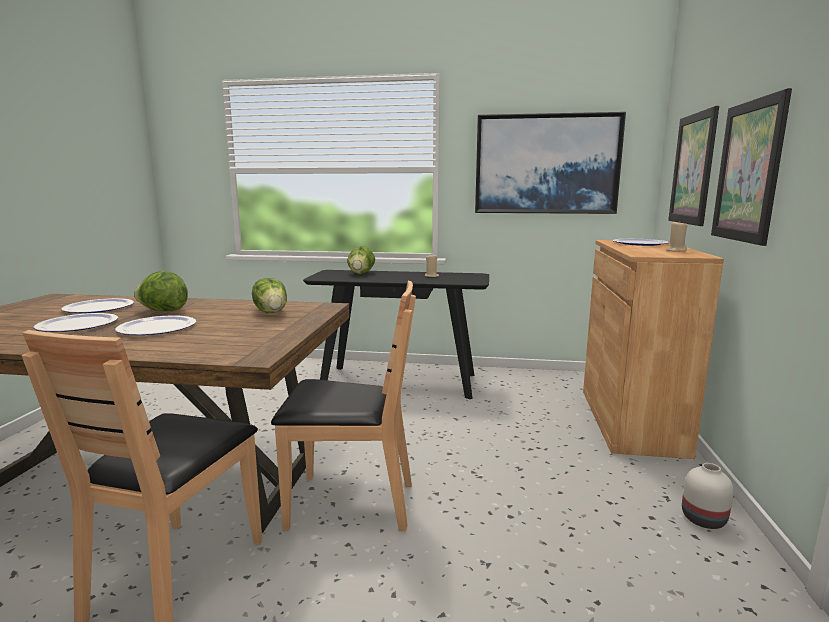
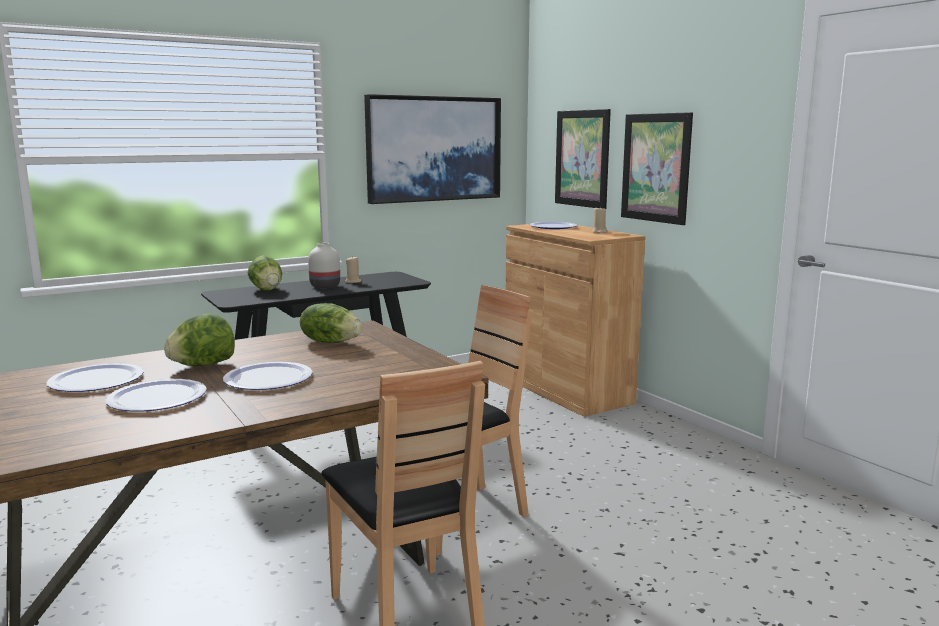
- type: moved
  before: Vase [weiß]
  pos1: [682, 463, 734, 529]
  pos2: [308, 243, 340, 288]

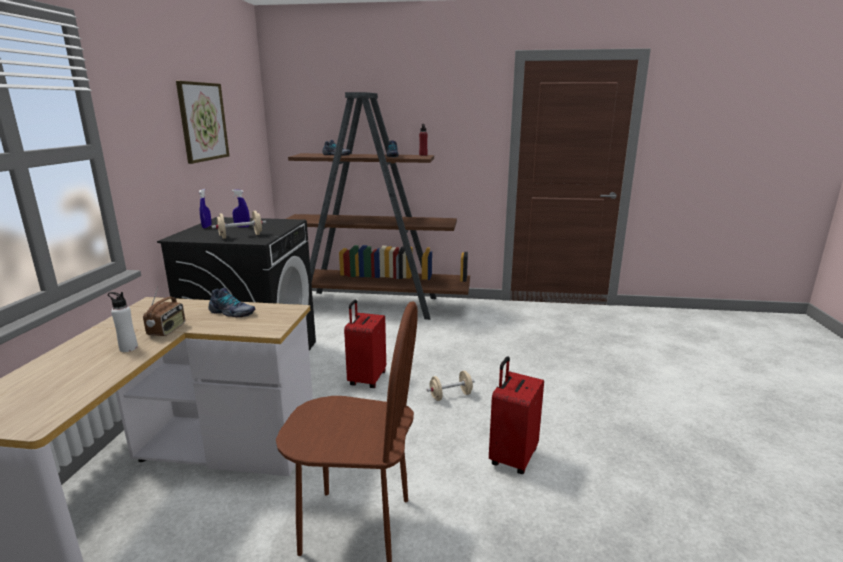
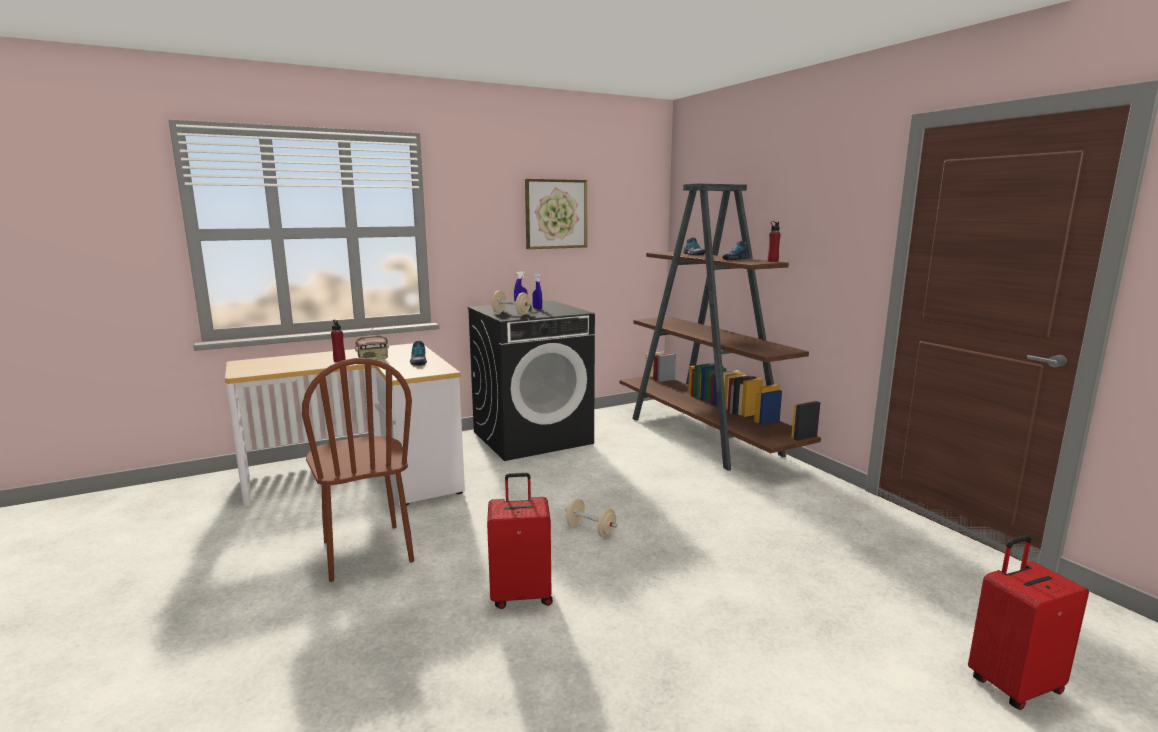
- type: recoloured
  before: Flasche [weiß]
  after: Flasche [rot]
  pos1: [108, 292, 138, 352]
  pos2: [331, 319, 346, 362]
- type: moved
  before: Koffer [rot]
  pos1: [344, 299, 386, 388]
  pos2: [968, 535, 1089, 710]

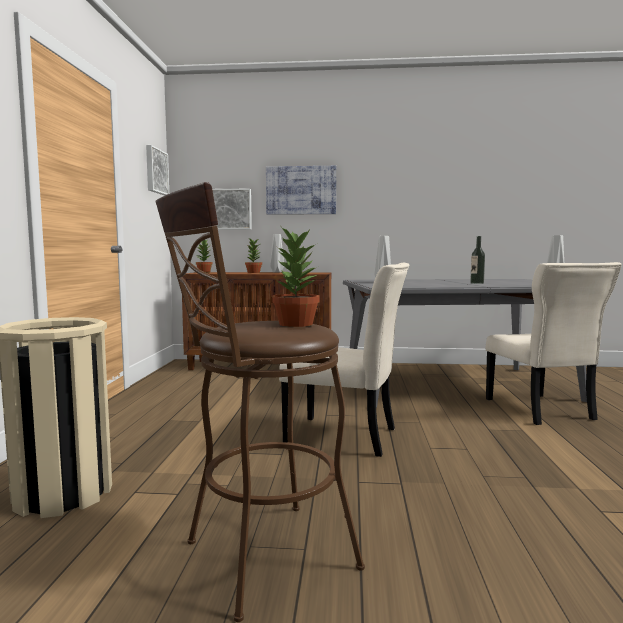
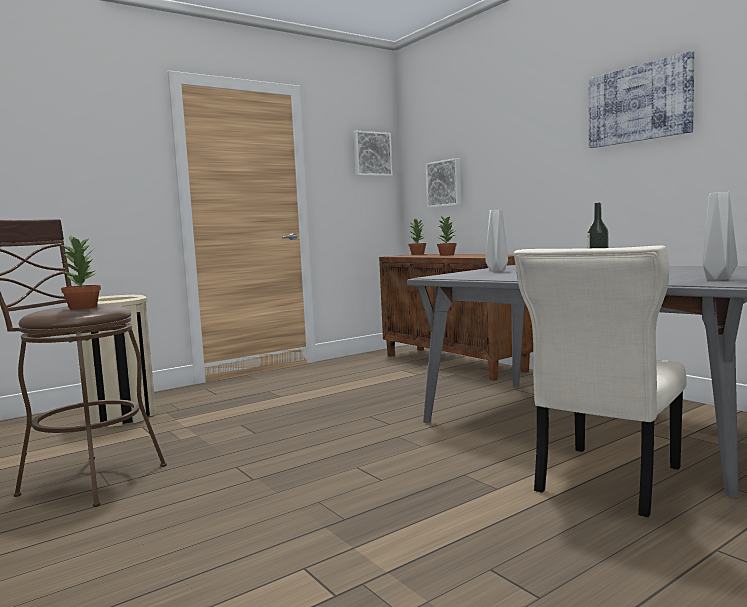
- type: moved
  before: Bild
  pos1: [266, 166, 336, 215]
  pos2: [589, 51, 694, 148]
- type: removed
  before: Vase [grau]
  pos1: [270, 234, 284, 273]
- type: removed
  before: Stuhl [beige]
  pos1: [279, 263, 409, 457]

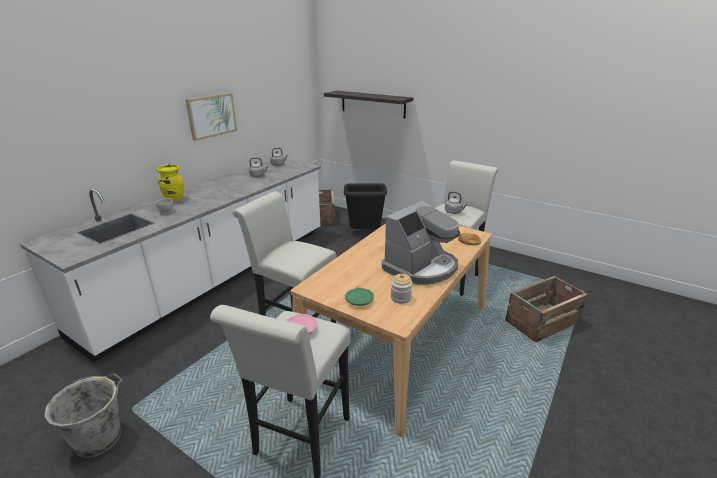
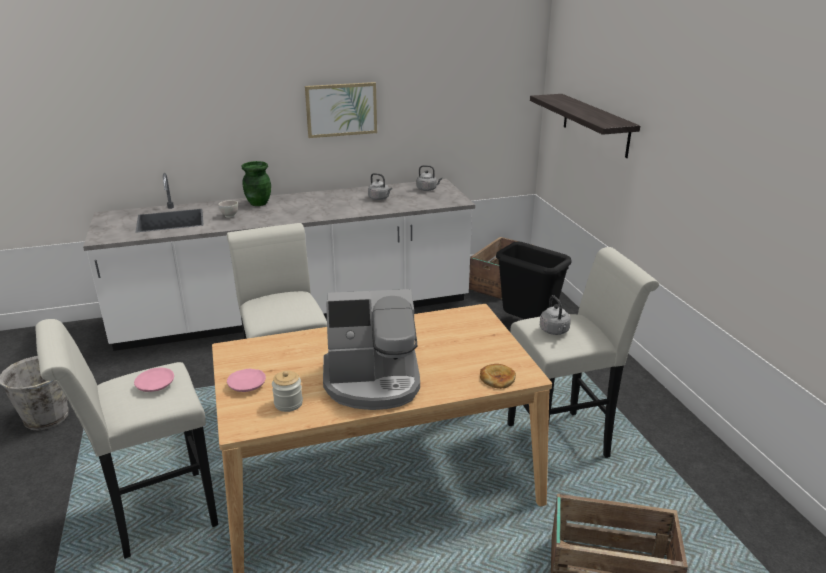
- type: recoloured
  before: Vase [gelb]
  after: Vase [grün]
  pos1: [156, 164, 184, 201]
  pos2: [242, 161, 271, 206]
- type: recoloured
  before: Teller [grün]
  after: Teller [rosa]
  pos1: [345, 288, 374, 306]
  pos2: [227, 369, 266, 392]

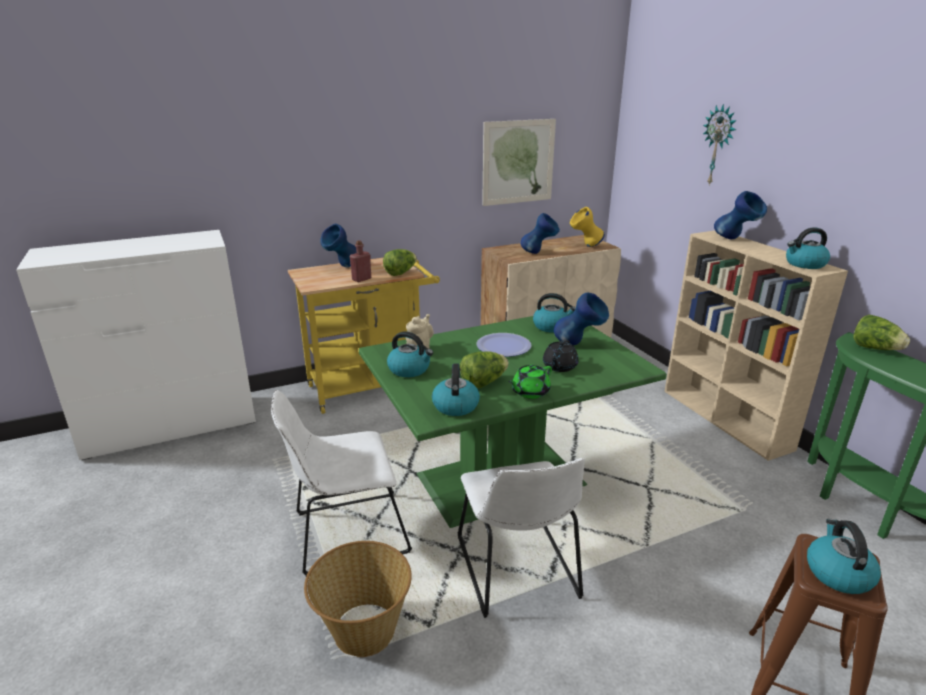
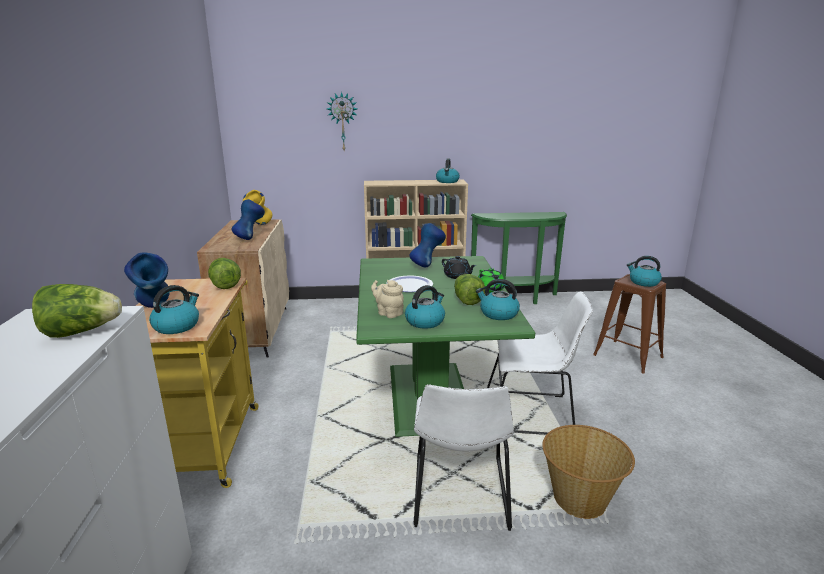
- type: removed
  before: Flasche [rot]
  pos1: [350, 240, 371, 282]
- type: removed
  before: Bild
  pos1: [482, 119, 556, 206]
- type: moved
  before: Wasserkessel
  pos1: [533, 293, 576, 333]
  pos2: [149, 285, 199, 334]
- type: removed
  before: Vase [blau]
  pos1: [714, 191, 767, 239]
- type: moved
  before: Salatkopf
  pos1: [854, 315, 910, 350]
  pos2: [32, 284, 122, 338]

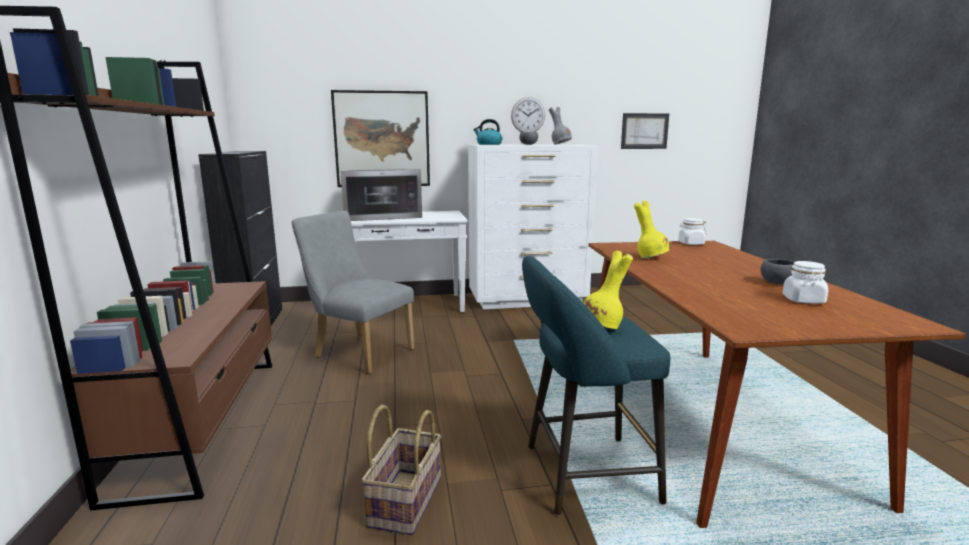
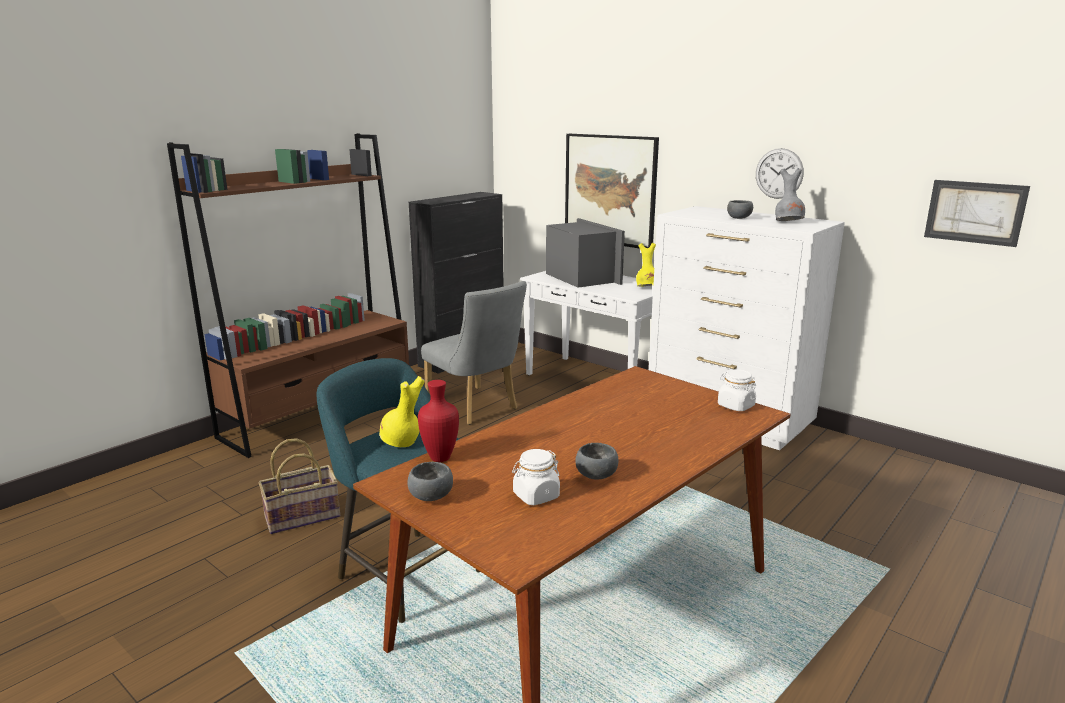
- type: turned
  before: Stuhl [grau]
  pos1: [291, 211, 414, 374]
  pos2: [421, 281, 527, 425]
  turn: 150
- type: turned
  before: Mikrowelle
  pos1: [340, 169, 422, 221]
  pos2: [546, 218, 625, 288]
  turn: -150
- type: removed
  before: Wasserkessel
  pos1: [474, 119, 503, 145]
- type: moved
  before: Vase [gelb]
  pos1: [634, 201, 669, 259]
  pos2: [636, 243, 656, 286]
- type: added
  after: Schüssel [grau]
  pos2: [408, 462, 453, 501]
- type: added
  after: Vase [rot]
  pos2: [418, 380, 459, 462]

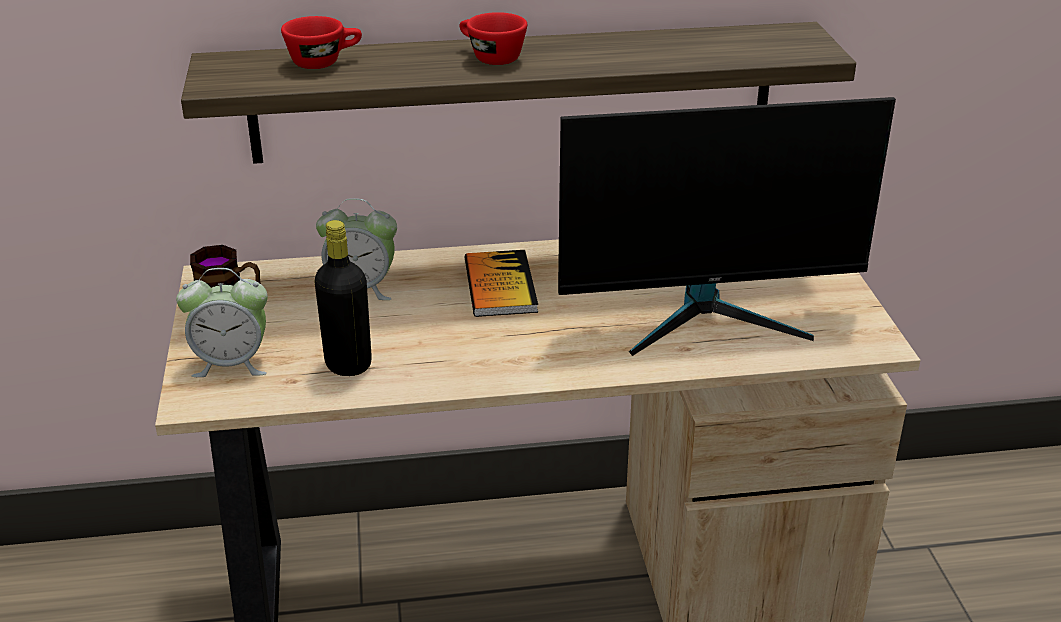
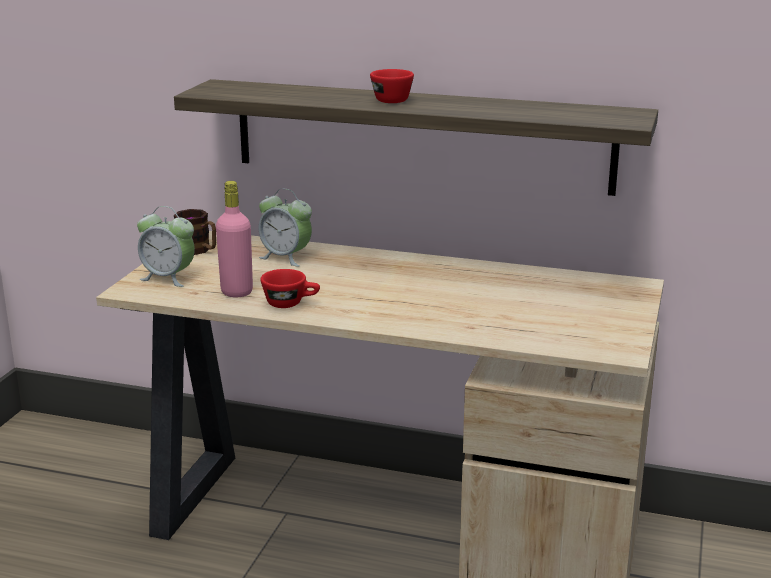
- type: moved
  before: Tasse [rot]
  pos1: [281, 16, 362, 69]
  pos2: [260, 269, 320, 308]
- type: recoloured
  before: Flasche [schwarz]
  after: Flasche [rosa]
  pos1: [314, 220, 372, 376]
  pos2: [216, 181, 253, 297]
- type: removed
  before: Buch
  pos1: [465, 250, 538, 317]
- type: removed
  before: Monitor
  pos1: [558, 97, 896, 356]

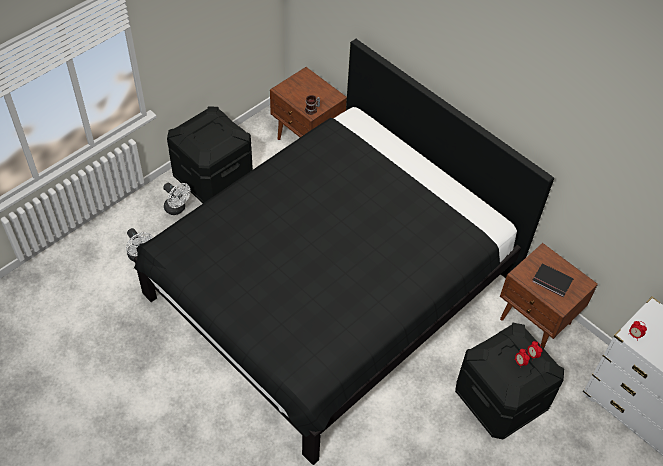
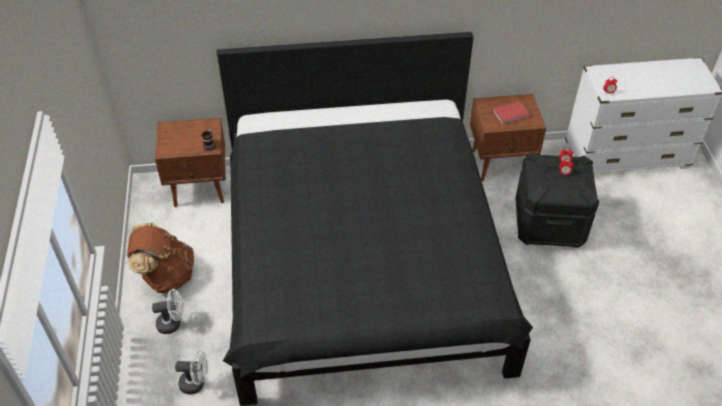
- type: replaced
  before: Aufbewahrungsbox [schwarz]
  after: Rucksack [braun]
  pos1: [167, 106, 253, 203]
  pos2: [127, 222, 194, 293]
- type: recoloured
  before: Buch [schwarz]
  after: Buch [rot]
  pos1: [532, 263, 574, 297]
  pos2: [492, 102, 530, 124]

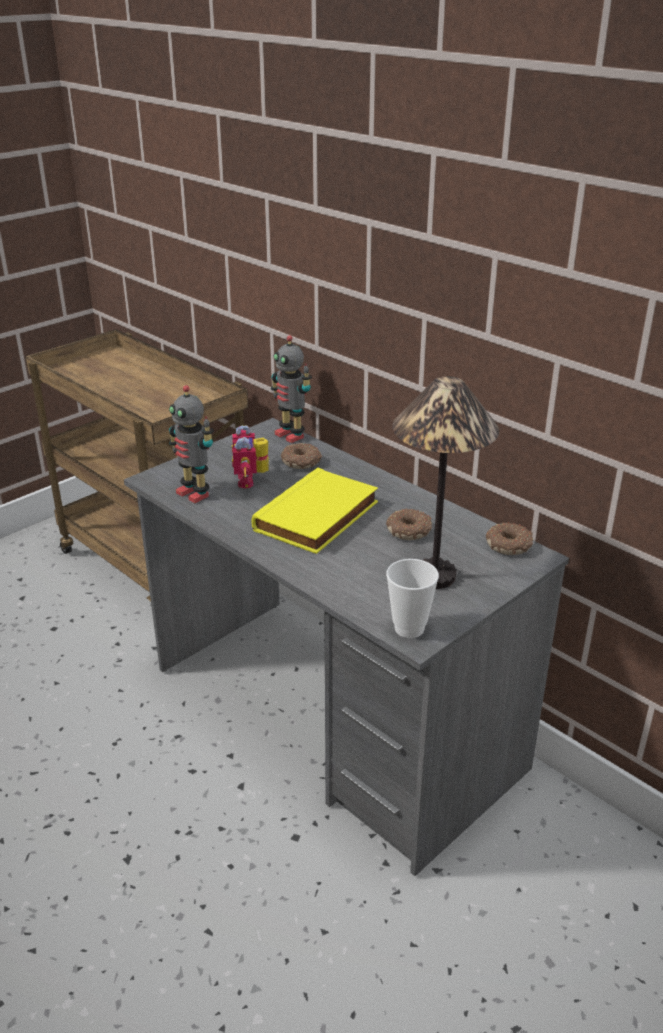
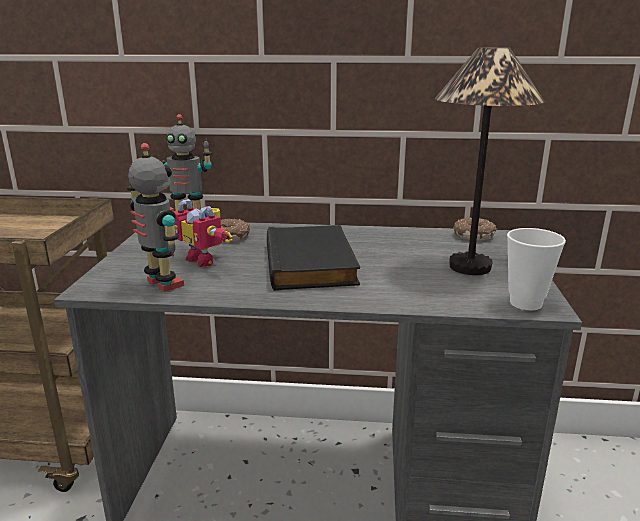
- type: turned
  before: Spielzeugroboter
  pos1: [169, 385, 214, 503]
  pos2: [127, 143, 184, 292]
  turn: -135
- type: recoloured
  before: Buch [gelb]
  after: Buch [schwarz]
  pos1: [251, 468, 378, 554]
  pos2: [267, 225, 360, 291]
- type: removed
  before: Donut
  pos1: [386, 509, 432, 540]

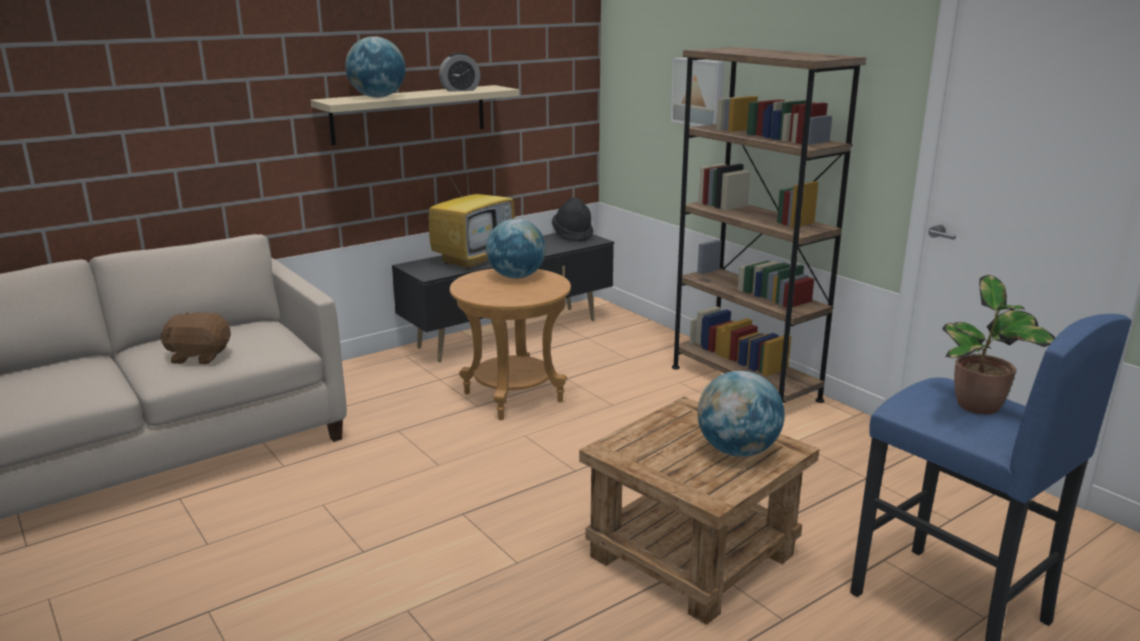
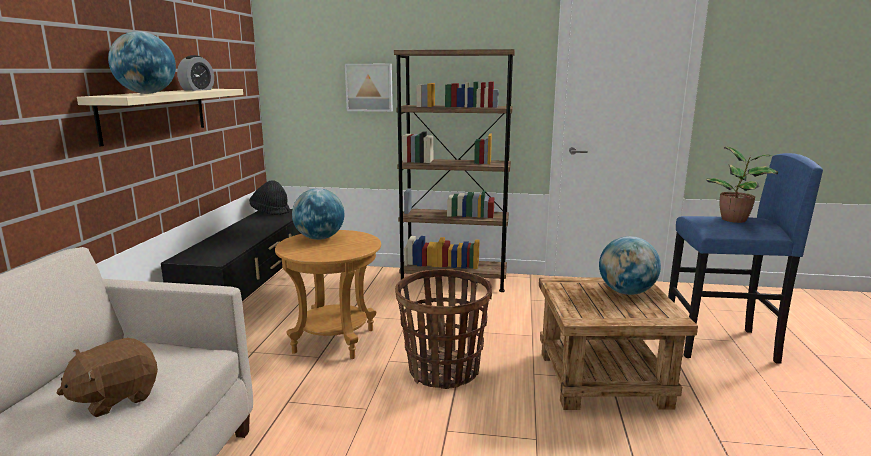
- type: removed
  before: Fernseher
  pos1: [429, 168, 515, 269]
- type: added
  after: Korb
  pos2: [395, 269, 492, 389]

